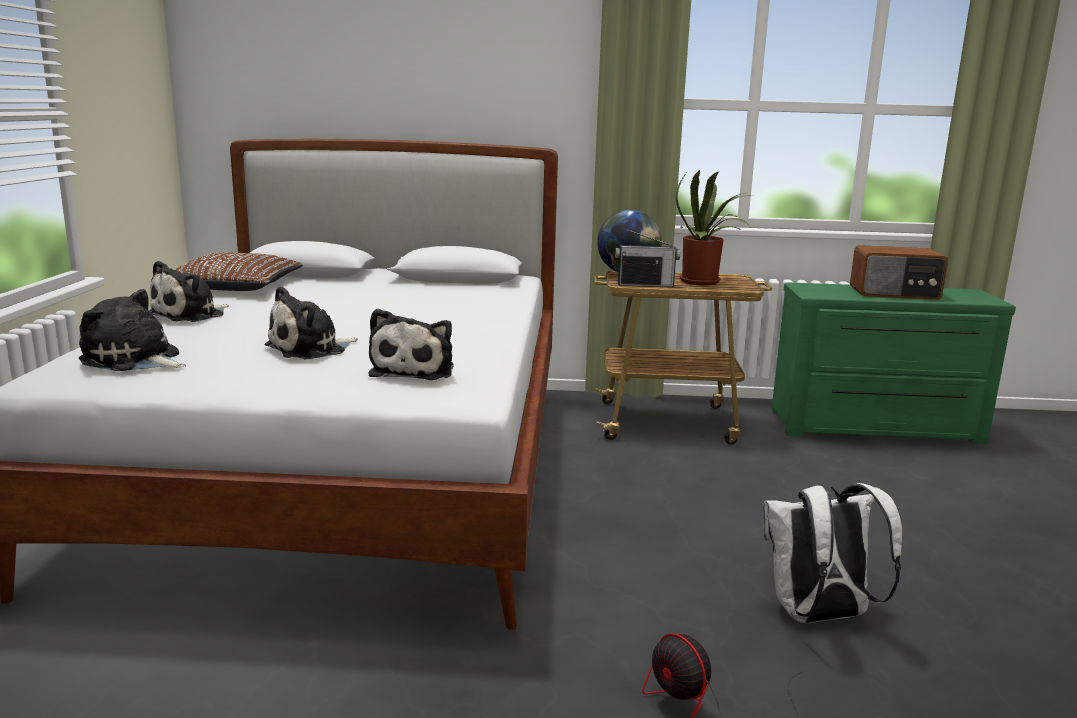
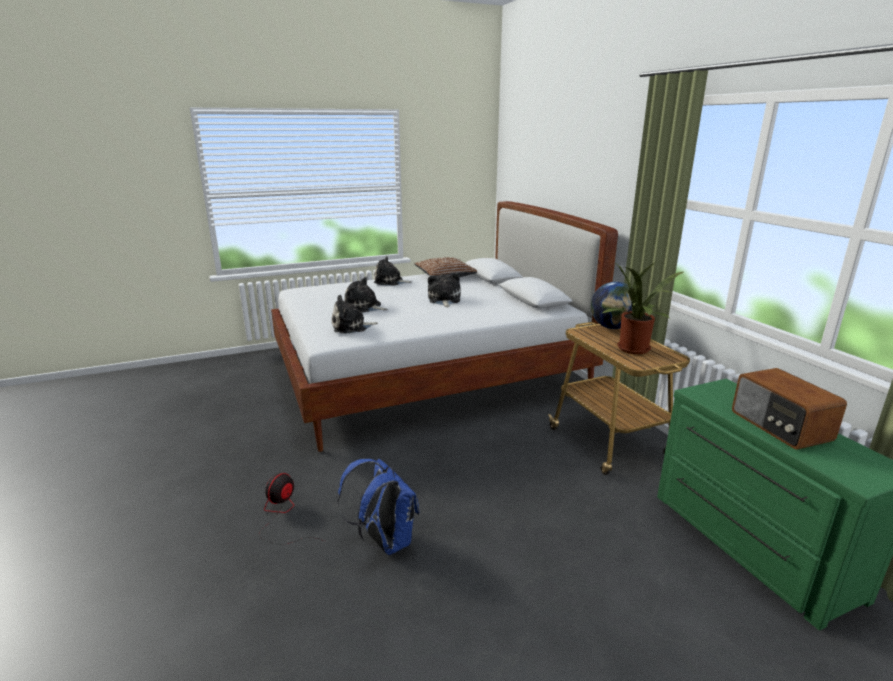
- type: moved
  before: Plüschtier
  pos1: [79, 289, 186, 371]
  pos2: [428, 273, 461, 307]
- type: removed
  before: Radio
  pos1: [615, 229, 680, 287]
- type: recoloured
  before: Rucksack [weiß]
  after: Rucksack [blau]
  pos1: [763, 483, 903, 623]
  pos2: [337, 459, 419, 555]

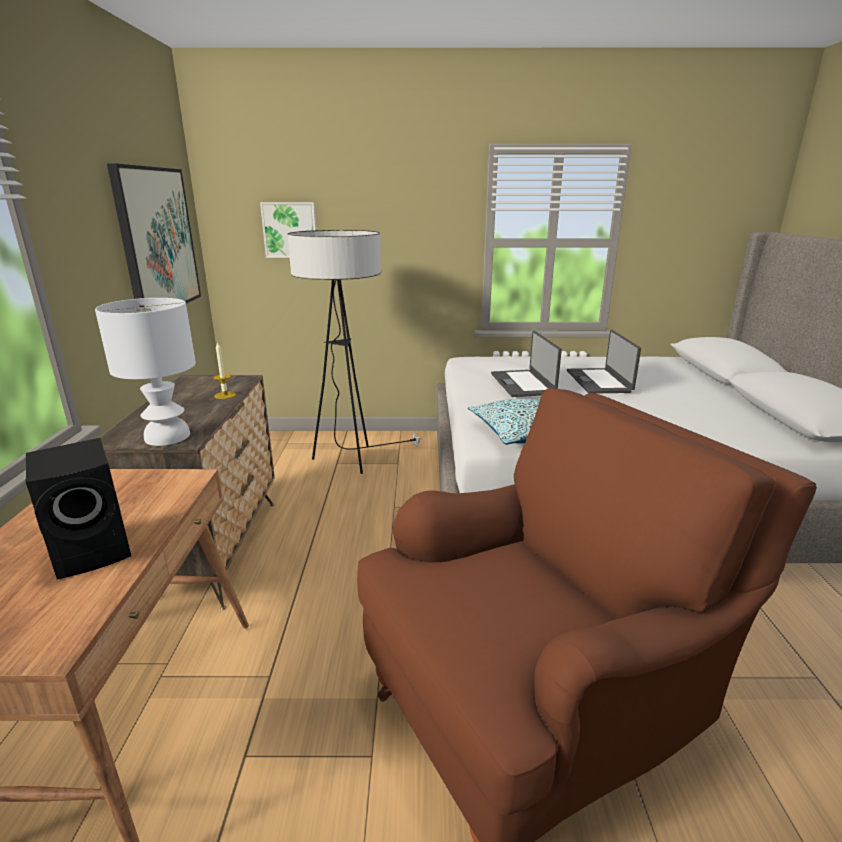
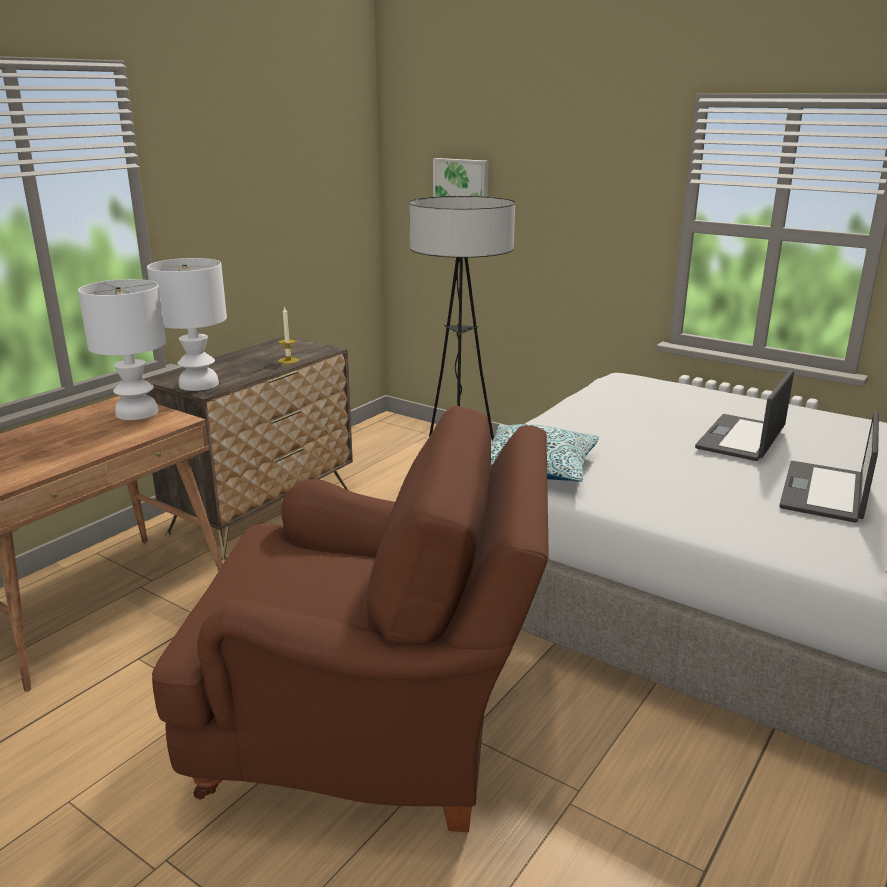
- type: removed
  before: Lautsprecher [schwarz]
  pos1: [26, 438, 131, 579]
- type: removed
  before: Bild
  pos1: [107, 163, 201, 303]
- type: moved
  before: Laptop
  pos1: [491, 331, 562, 397]
  pos2: [780, 411, 879, 523]
- type: added
  after: Tischlampe [weiß]
  pos2: [78, 279, 166, 420]

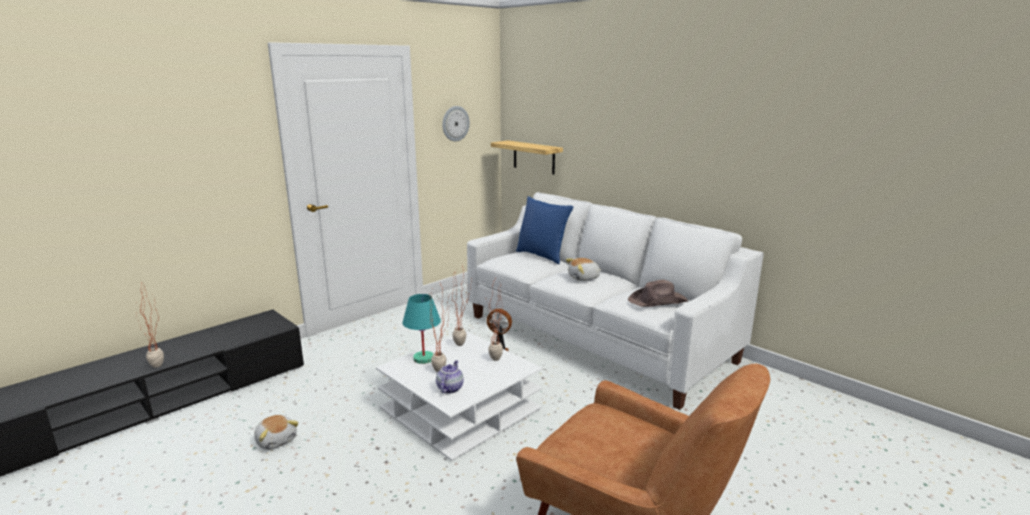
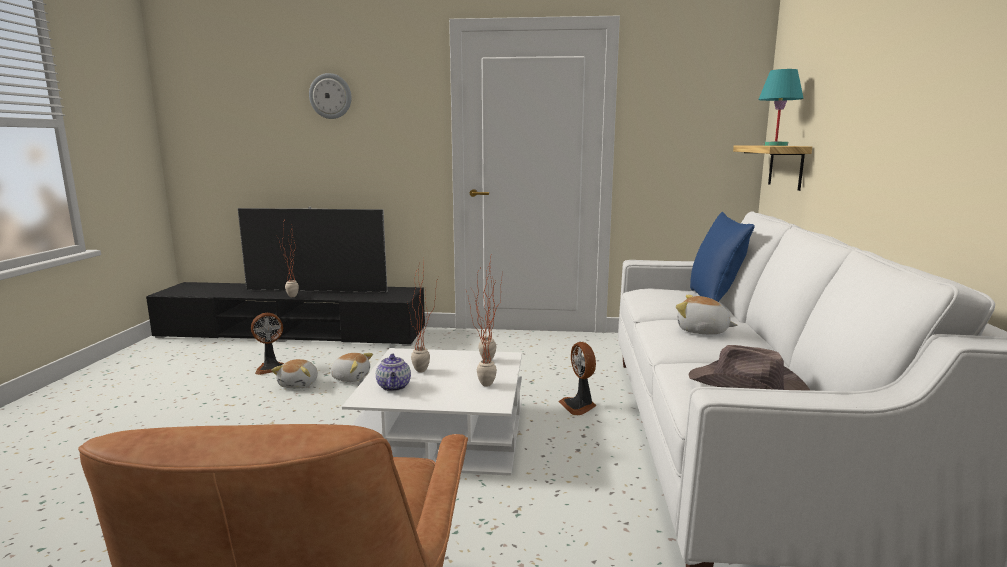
- type: moved
  before: Tischlampe [türkis]
  pos1: [402, 294, 441, 364]
  pos2: [758, 69, 804, 146]
- type: turned
  before: Teekanne
  pos1: [436, 360, 464, 393]
  pos2: [376, 354, 411, 391]
  turn: 105
- type: moved
  before: Wanduhr
  pos1: [442, 106, 470, 141]
  pos2: [309, 73, 352, 119]
- type: added
  after: Fernseher
  pos2: [238, 207, 387, 293]
- type: added
  after: Ventilator
  pos2: [251, 313, 284, 375]
- type: added
  after: Plüschtier
  pos2: [329, 353, 373, 382]

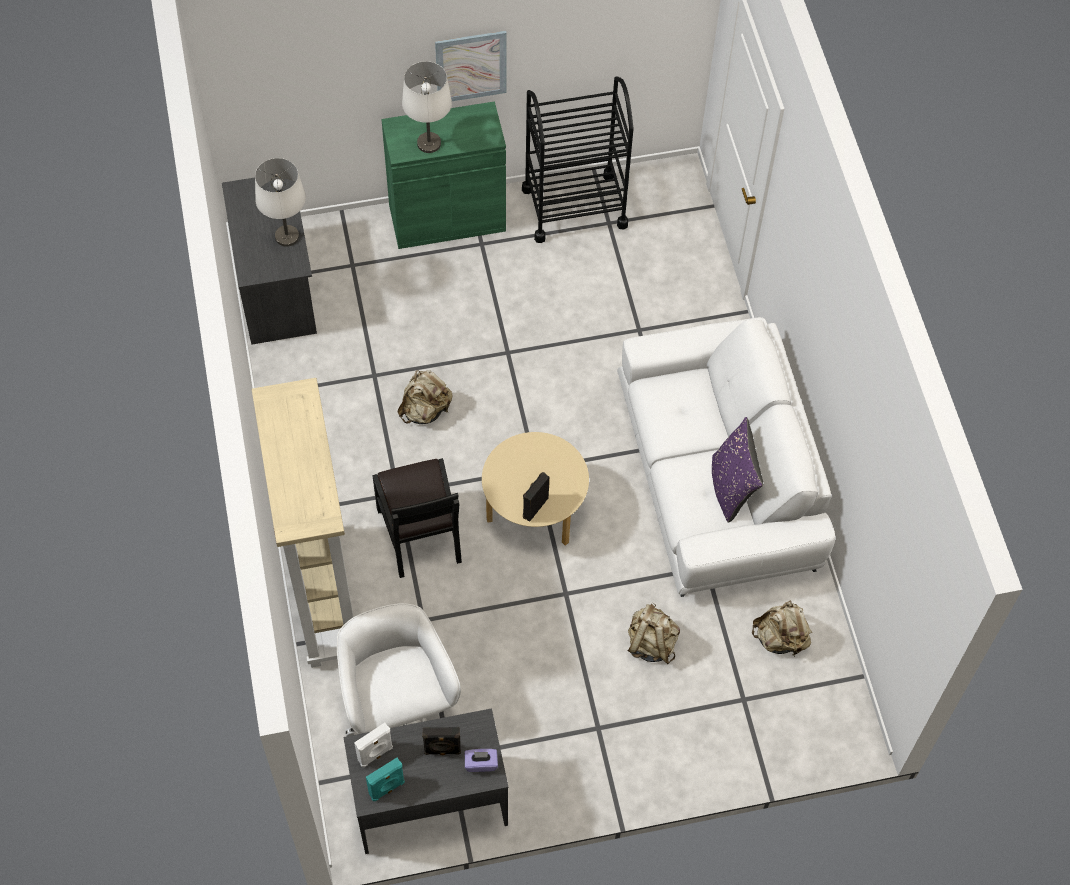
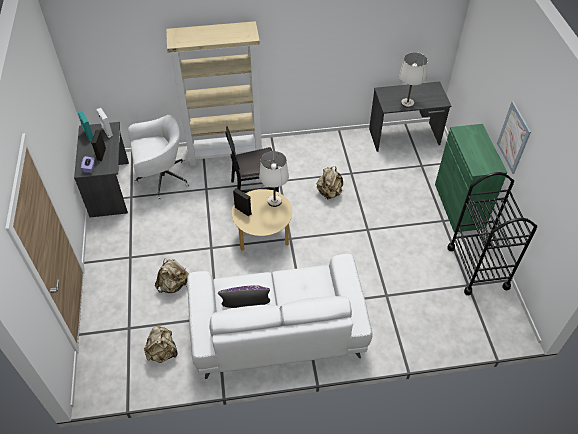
- type: moved
  before: Tischlampe [weiß]
  pos1: [402, 61, 452, 153]
  pos2: [259, 151, 289, 207]

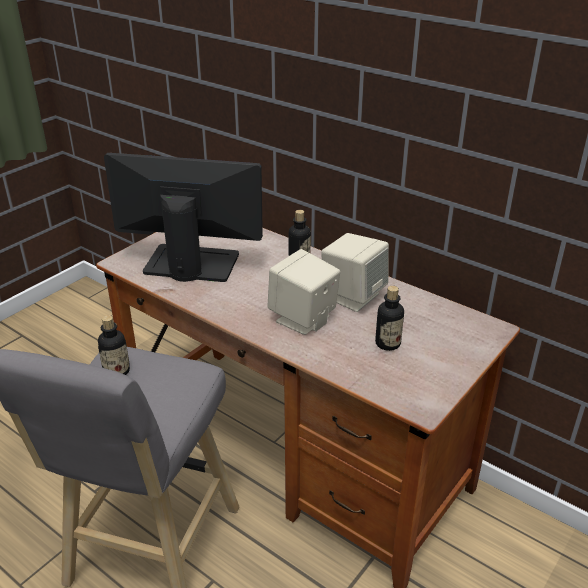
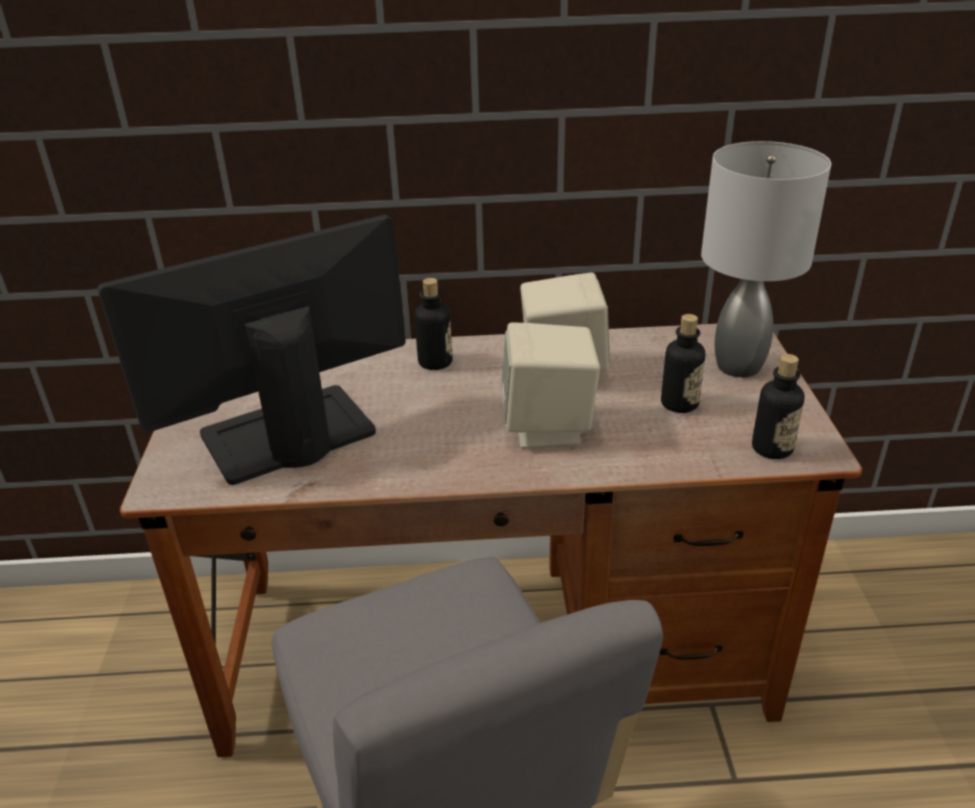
- type: moved
  before: Flasche
  pos1: [98, 315, 130, 375]
  pos2: [752, 354, 804, 459]
- type: added
  after: Tischlampe [grau]
  pos2: [701, 141, 831, 377]

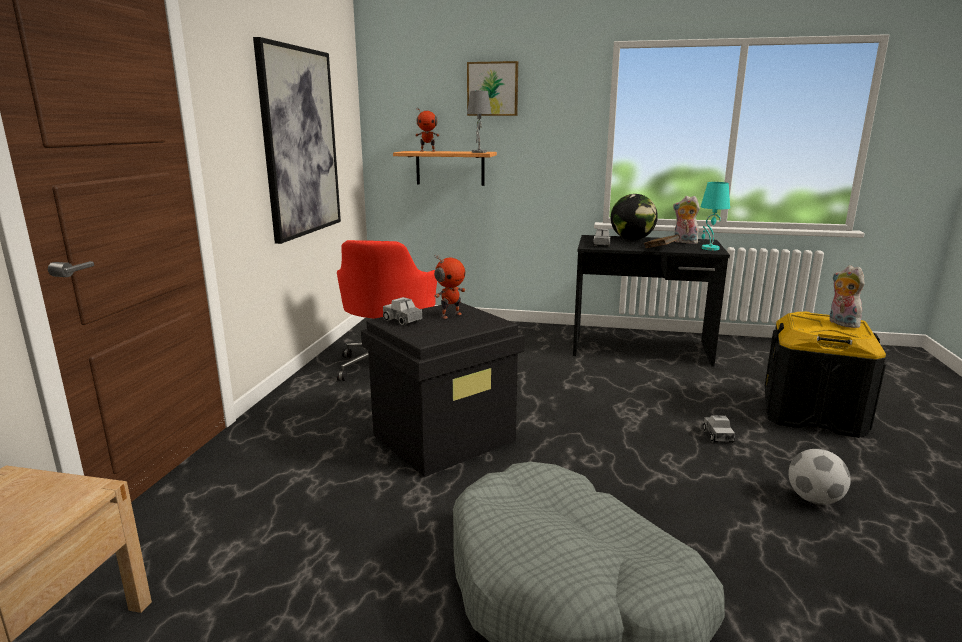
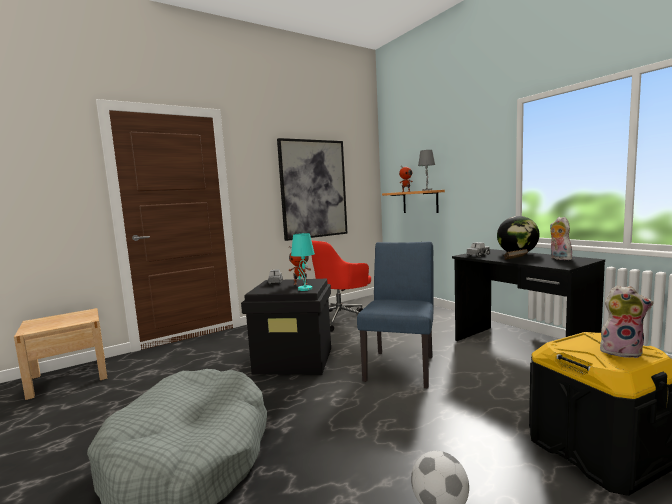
- type: removed
  before: Bild
  pos1: [467, 61, 518, 116]
- type: moved
  before: Tischlampe [türkis]
  pos1: [701, 182, 730, 250]
  pos2: [291, 233, 315, 291]
- type: removed
  before: Spielzeuglaster
  pos1: [703, 415, 735, 442]
- type: turned
  before: Plüschtier
  pos1: [829, 265, 865, 328]
  pos2: [600, 285, 654, 358]
  turn: 90
- type: added
  after: Stuhl [blau]
  pos2: [357, 242, 434, 388]

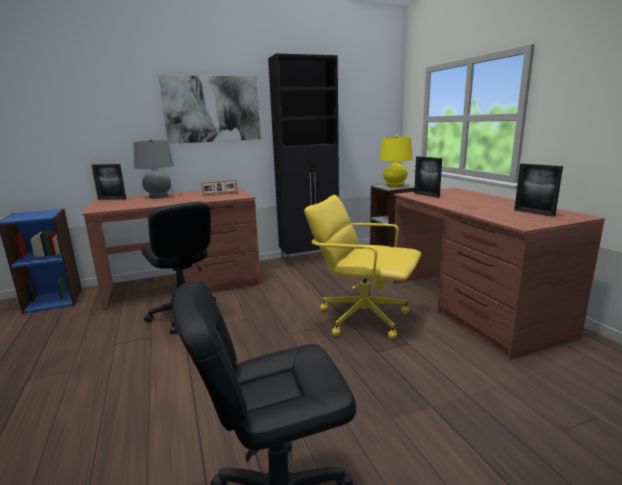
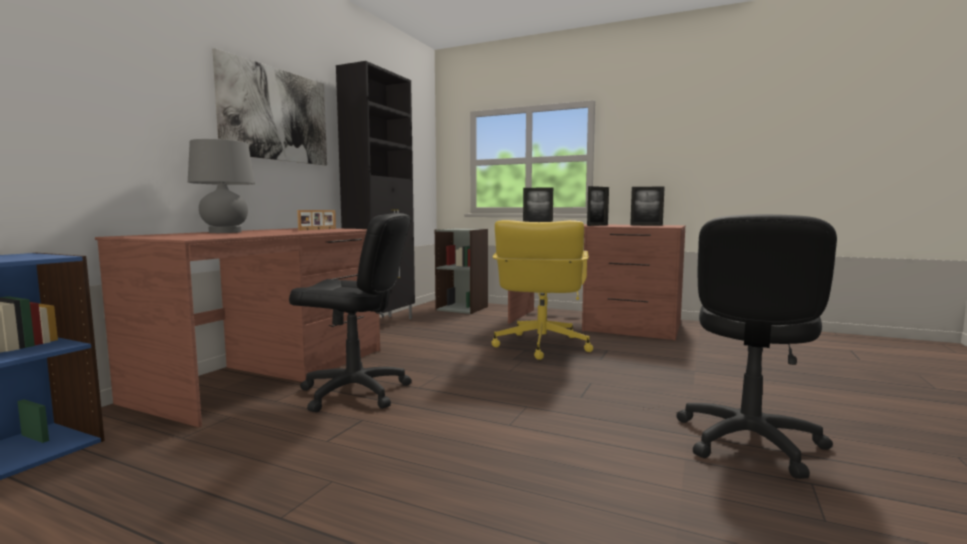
- type: moved
  before: Bilderrahmen
  pos1: [92, 164, 126, 200]
  pos2: [587, 186, 609, 226]
- type: turned
  before: Bürostuhl [gelb]
  pos1: [304, 195, 421, 339]
  pos2: [491, 220, 593, 360]
  turn: -60
- type: removed
  before: Tischlampe [gelb]
  pos1: [379, 135, 412, 188]

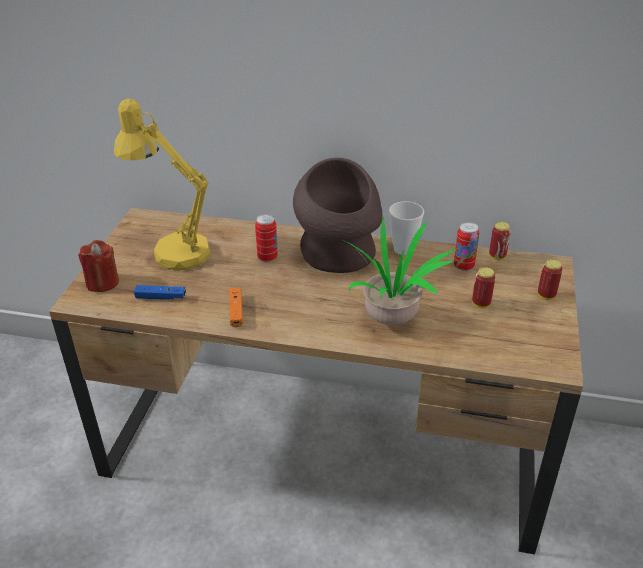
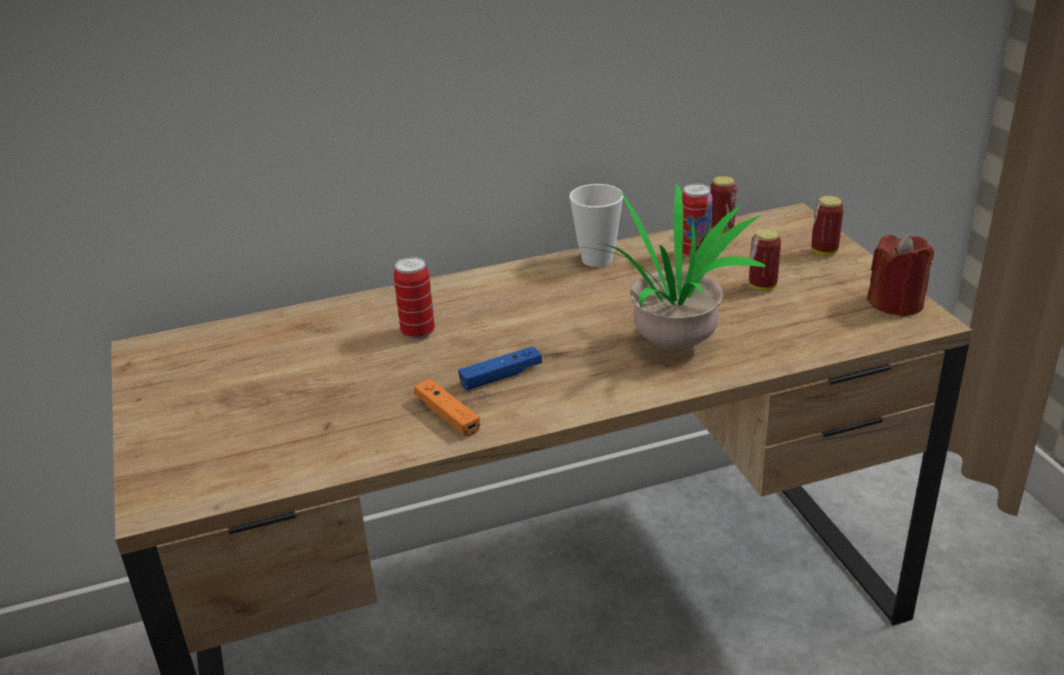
- type: moved
  before: Kerze [rot]
  pos1: [78, 240, 119, 292]
  pos2: [867, 233, 934, 317]
- type: removed
  before: Tischlampe [gelb]
  pos1: [114, 99, 210, 271]
- type: moved
  before: Gamepad [blau]
  pos1: [134, 285, 186, 300]
  pos2: [458, 346, 542, 390]
- type: removed
  before: Vase [braun]
  pos1: [293, 158, 383, 273]

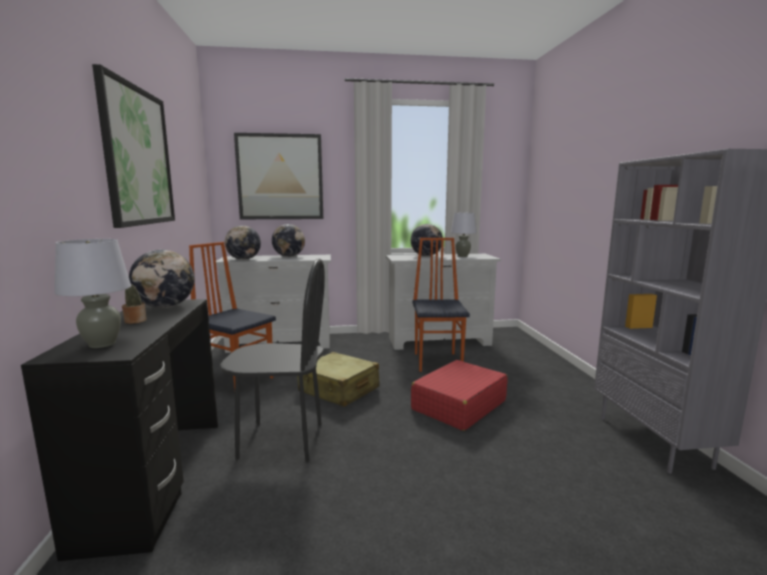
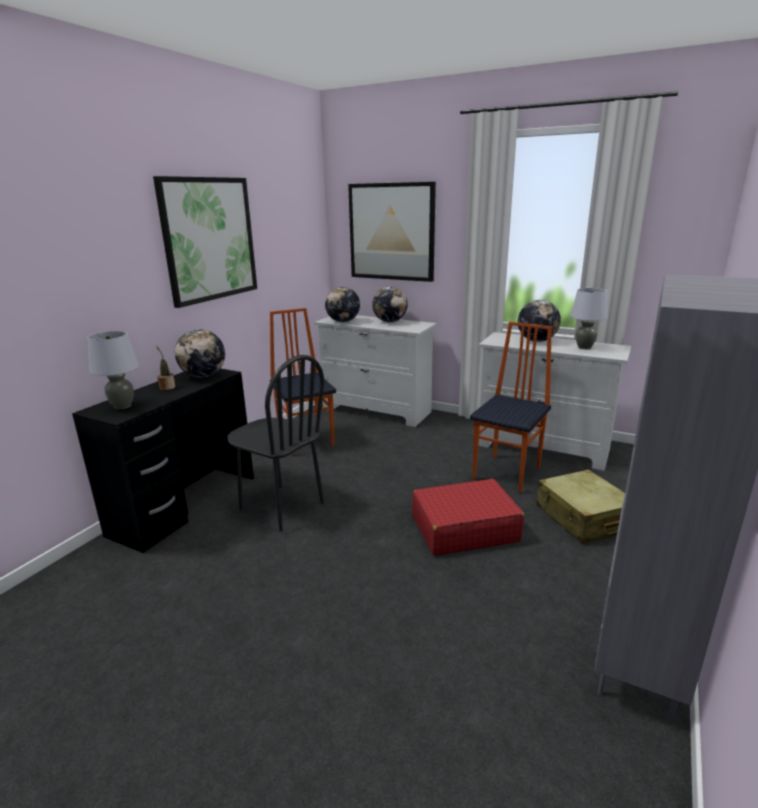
- type: moved
  before: Koffer [beige]
  pos1: [297, 352, 380, 407]
  pos2: [537, 469, 625, 544]

